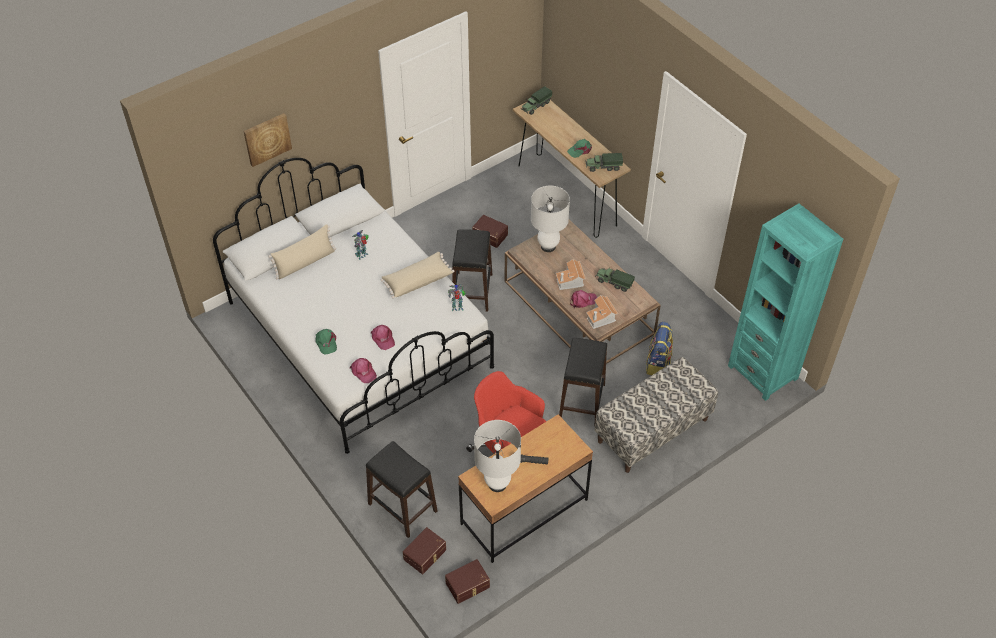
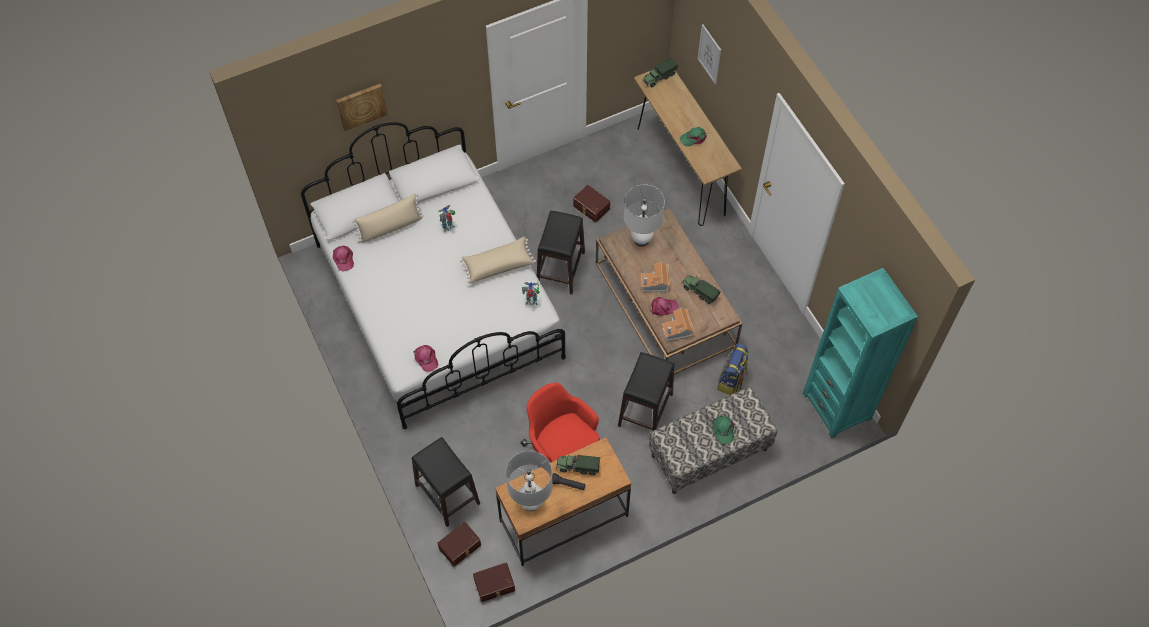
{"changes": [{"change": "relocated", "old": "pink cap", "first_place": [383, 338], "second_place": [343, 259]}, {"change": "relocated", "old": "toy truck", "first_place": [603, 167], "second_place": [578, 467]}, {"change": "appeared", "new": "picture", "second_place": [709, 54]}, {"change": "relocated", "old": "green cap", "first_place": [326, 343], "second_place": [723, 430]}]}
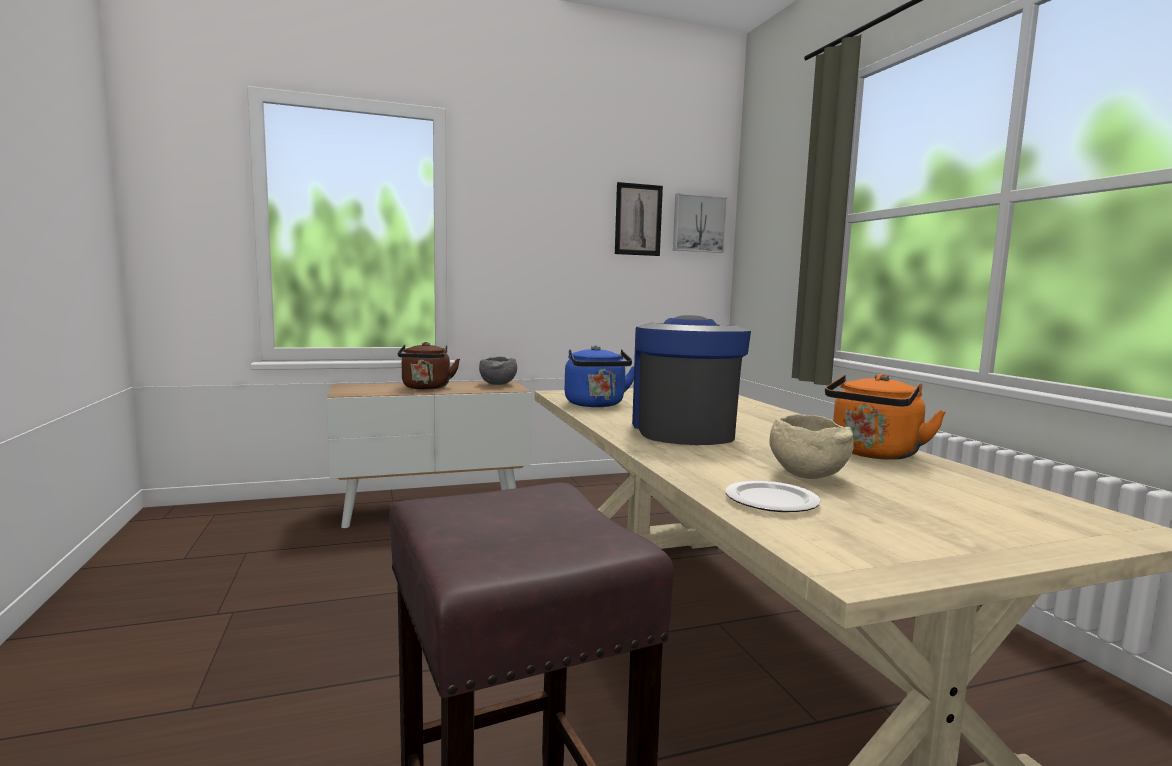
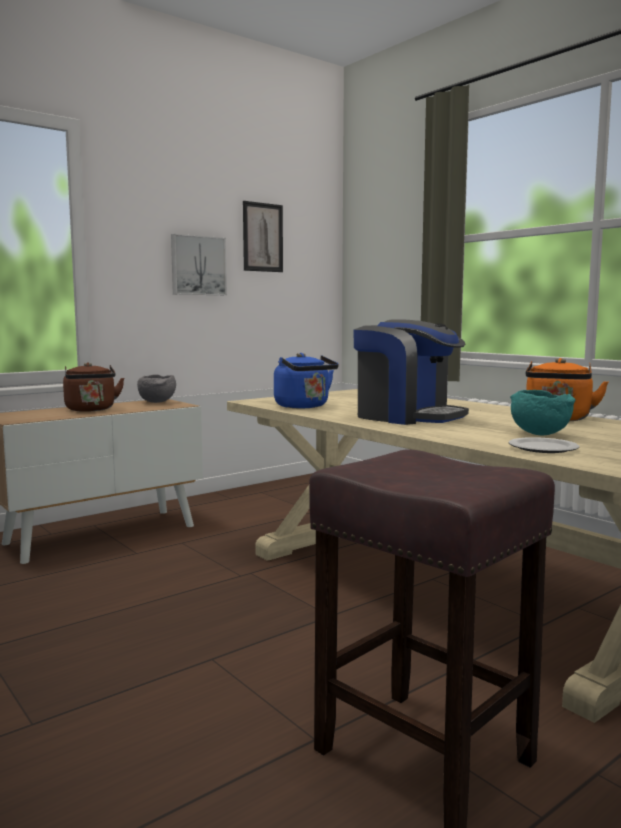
{"changes": [{"change": "relocated", "old": "picture", "first_place": [698, 224], "second_place": [197, 265]}, {"change": "spun", "old": "coffee machine", "first_place": [683, 430], "second_place": [407, 417], "degrees": 150}, {"change": "colour", "old": "beige bowl", "new": "turquoise bowl", "first_place": [805, 475], "second_place": [538, 434]}]}
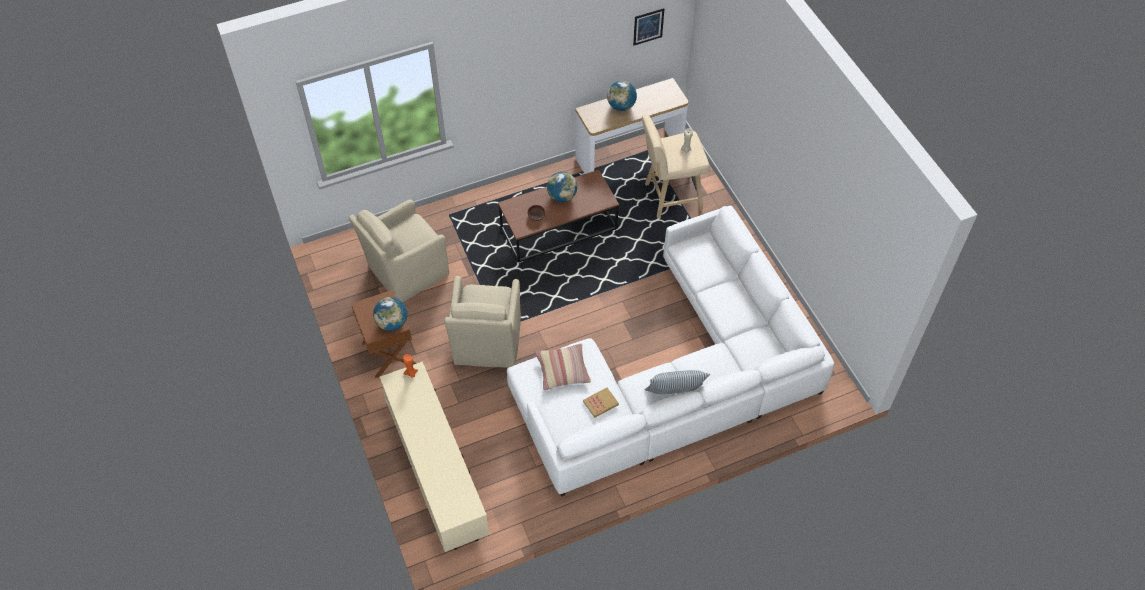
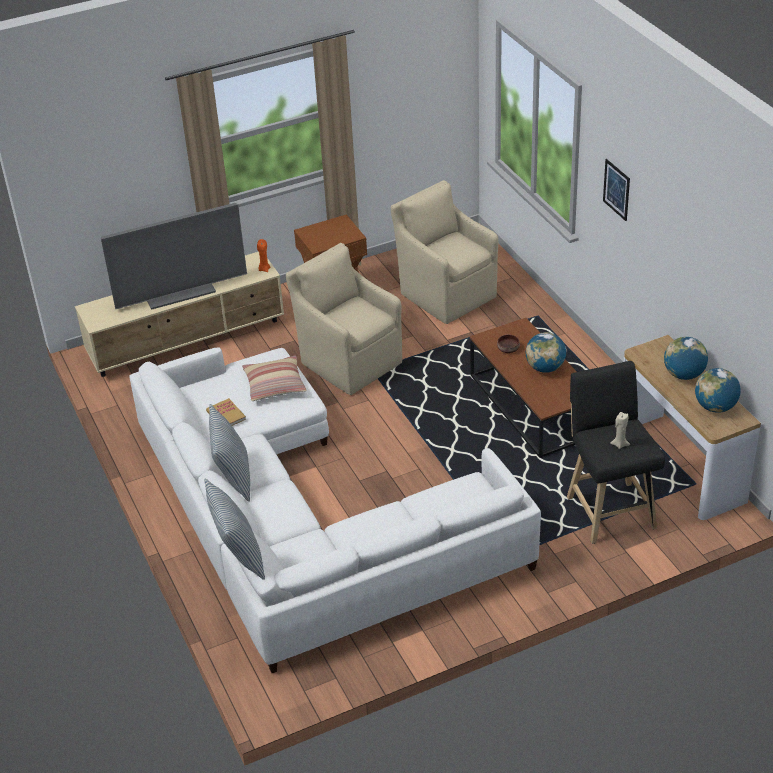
{"changes": [{"change": "appeared", "new": "television", "second_place": [180, 291]}, {"change": "appeared", "new": "pillow", "second_place": [239, 556]}, {"change": "spun", "old": "beige armchair", "first_place": [486, 343], "second_place": [349, 361], "degrees": 45}, {"change": "colour", "old": "beige stool", "new": "black stool", "first_place": [669, 197], "second_place": [609, 509]}, {"change": "relocated", "old": "picture", "first_place": [648, 26], "second_place": [616, 189]}, {"change": "relocated", "old": "globe", "first_place": [392, 323], "second_place": [715, 407]}]}
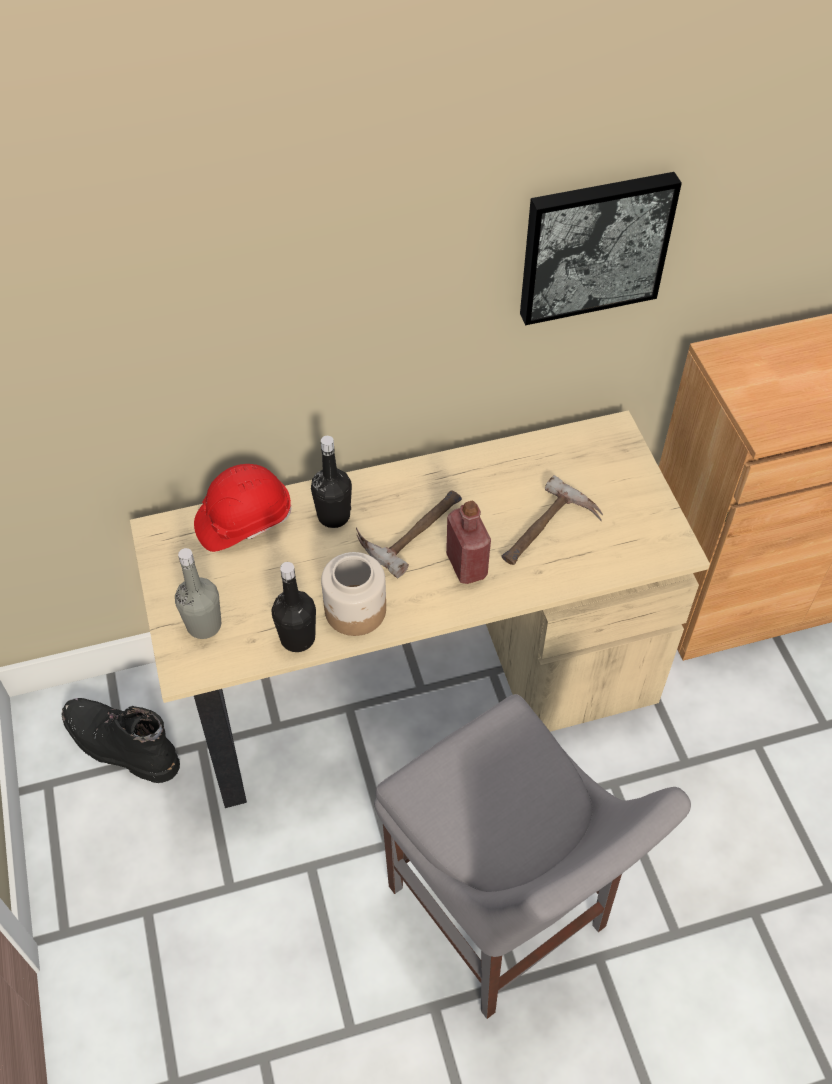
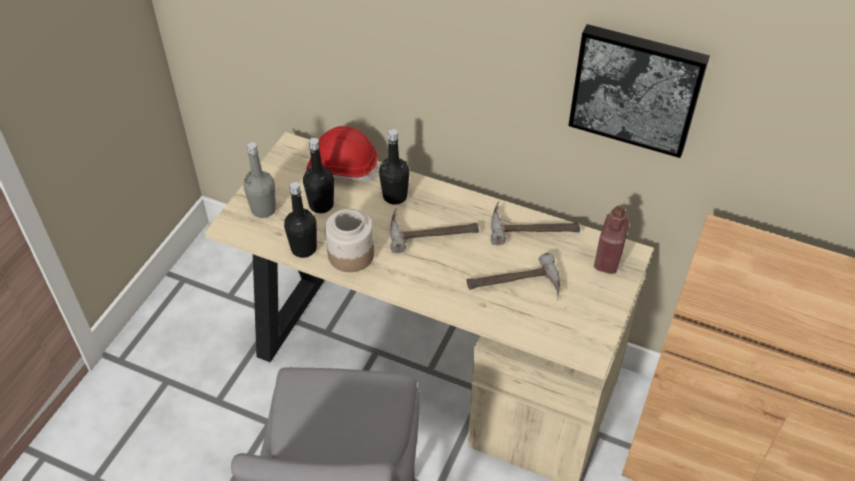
{"changes": [{"change": "appeared", "new": "black bottle", "second_place": [321, 205]}, {"change": "appeared", "new": "hammer", "second_place": [533, 225]}, {"change": "relocated", "old": "red bottle", "first_place": [466, 565], "second_place": [607, 260]}, {"change": "missing", "old": "black boot", "first_place": [119, 744]}]}
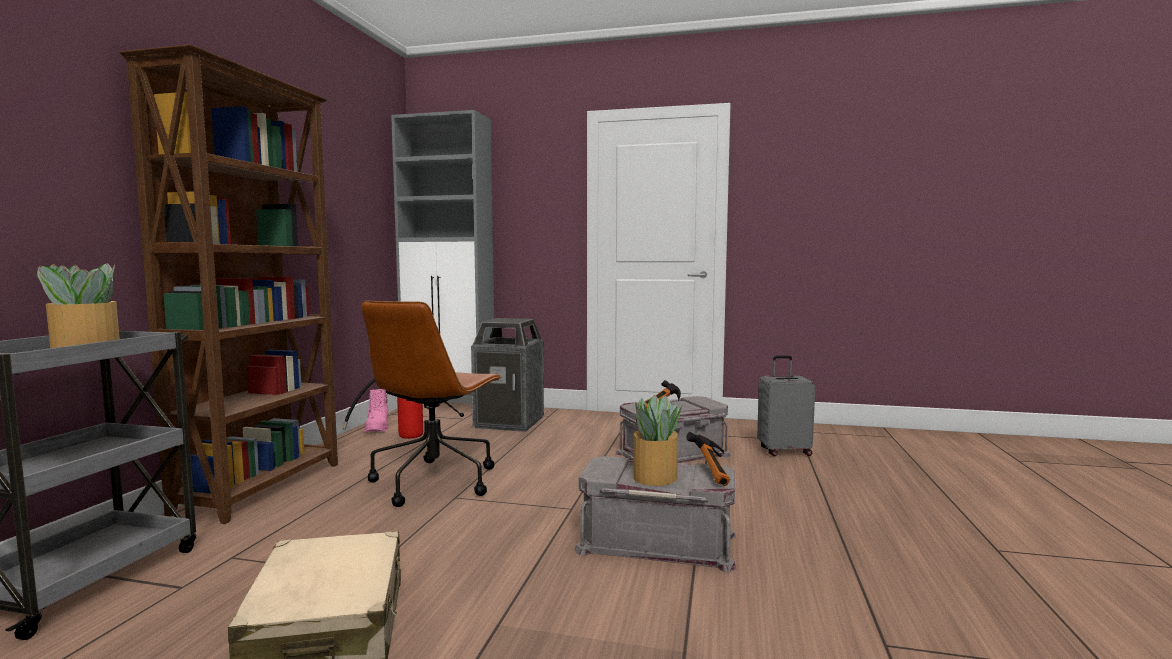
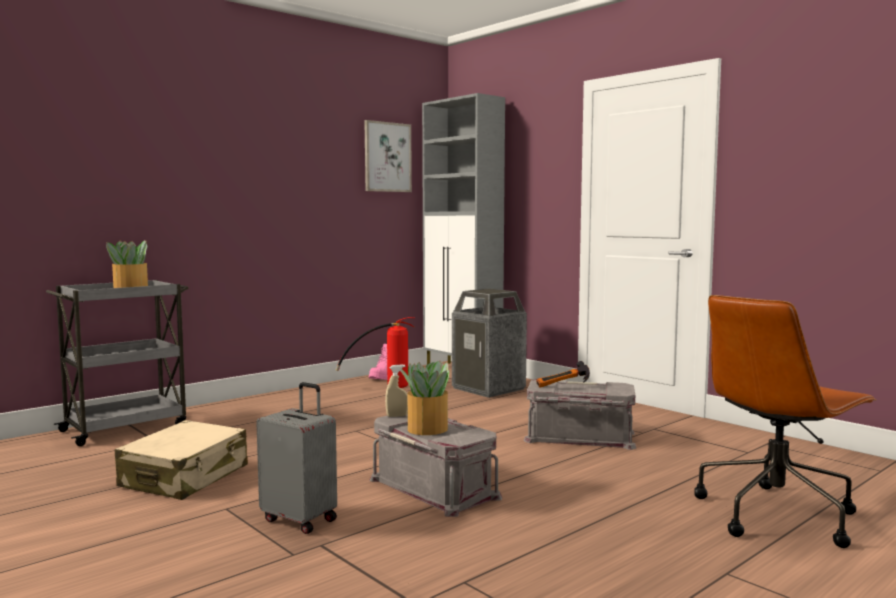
{"changes": [{"change": "relocated", "old": "grey suitcase", "first_place": [784, 451], "second_place": [300, 519]}, {"change": "appeared", "new": "picture", "second_place": [387, 157]}, {"change": "appeared", "new": "beige spray bottle", "second_place": [397, 416]}, {"change": "relocated", "old": "brown office chair", "first_place": [435, 481], "second_place": [776, 514]}, {"change": "missing", "old": "brown bookcase", "first_place": [263, 487]}, {"change": "missing", "old": "hammer", "first_place": [715, 472]}]}
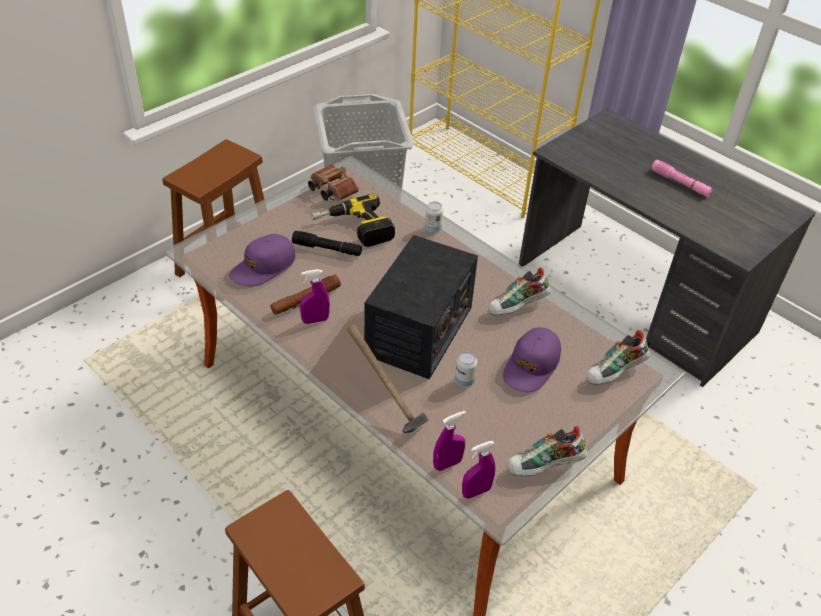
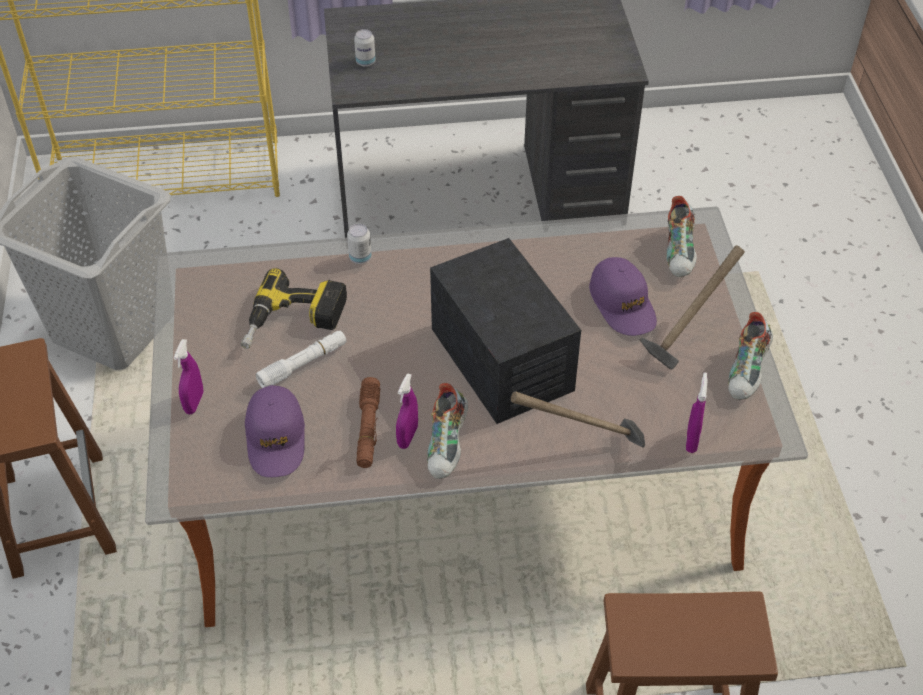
{"changes": [{"change": "relocated", "old": "purple spray bottle", "first_place": [476, 491], "second_place": [194, 402]}, {"change": "colour", "old": "black flashlight", "new": "white flashlight", "first_place": [327, 249], "second_place": [303, 364]}, {"change": "relocated", "old": "can", "first_place": [464, 381], "second_place": [365, 62]}, {"change": "relocated", "old": "shoe", "first_place": [517, 307], "second_place": [448, 445]}, {"change": "appeared", "new": "hammer", "second_place": [686, 335]}, {"change": "missing", "old": "brown binoculars", "first_place": [331, 190]}, {"change": "missing", "old": "pink flashlight", "first_place": [680, 183]}]}
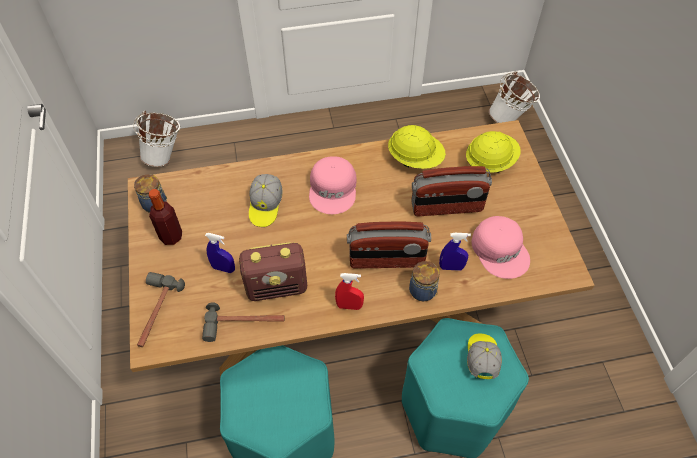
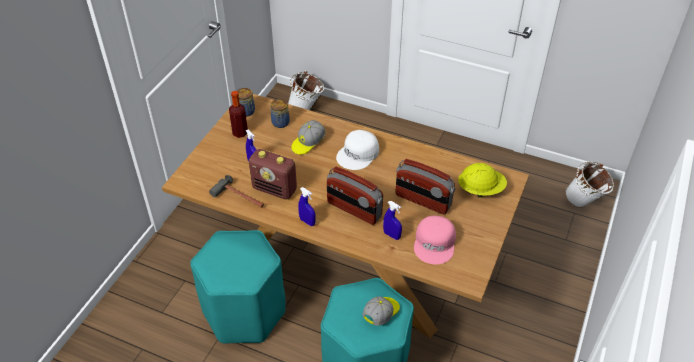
{"changes": [{"change": "relocated", "old": "jar", "first_place": [423, 292], "second_place": [280, 123]}, {"change": "colour", "old": "red spray bottle", "new": "blue spray bottle", "first_place": [349, 306], "second_place": [307, 221]}, {"change": "colour", "old": "pink cap", "new": "white cap", "first_place": [333, 189], "second_place": [358, 154]}, {"change": "missing", "old": "hammer", "first_place": [155, 312]}, {"change": "missing", "old": "yellow hard hat", "first_place": [415, 159]}]}
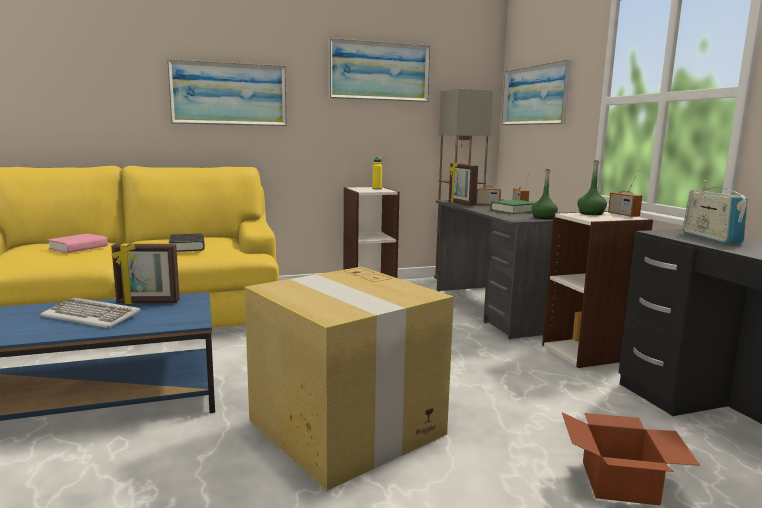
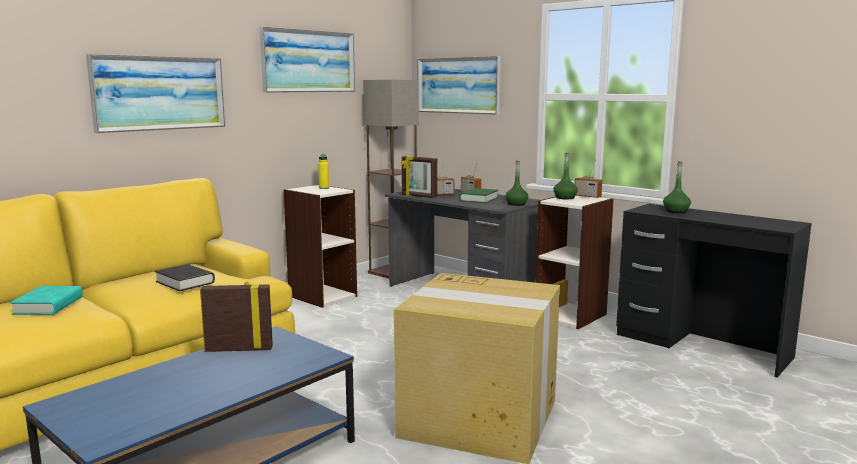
{"changes": [{"change": "colour", "old": "pink book", "new": "turquoise book", "first_place": [78, 248], "second_place": [48, 306]}, {"change": "spun", "old": "picture frame", "first_place": [148, 303], "second_place": [239, 349], "degrees": -150}, {"change": "exchanged", "old": "radio", "new": "green bottle", "first_place": [710, 238], "second_place": [676, 211]}, {"change": "missing", "old": "keyboard", "first_place": [92, 316]}, {"change": "missing", "old": "cardboard box", "first_place": [622, 483]}]}
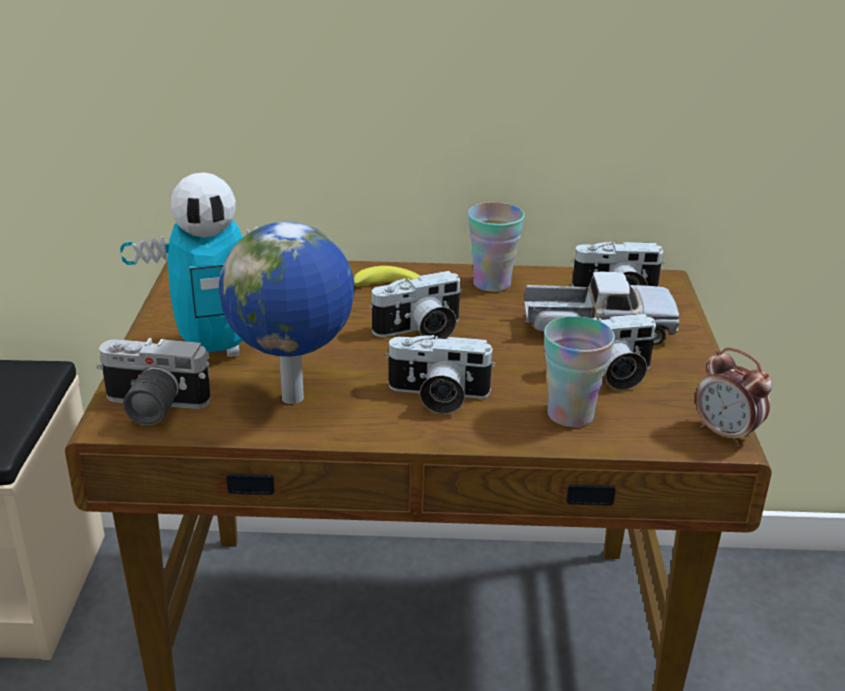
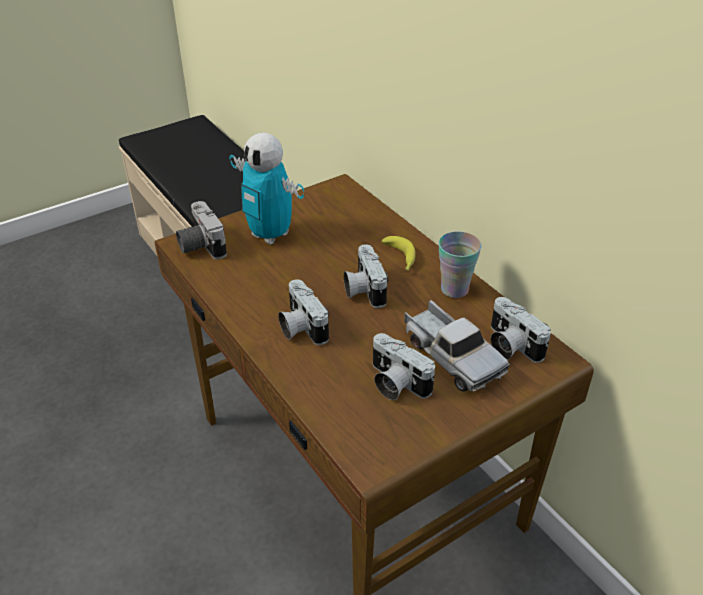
{"changes": [{"change": "spun", "old": "photo camera", "first_place": [420, 332], "second_place": [363, 289], "degrees": 45}, {"change": "missing", "old": "globe", "first_place": [295, 399]}, {"change": "missing", "old": "cup", "first_place": [570, 415]}, {"change": "missing", "old": "alarm clock", "first_place": [726, 434]}]}
